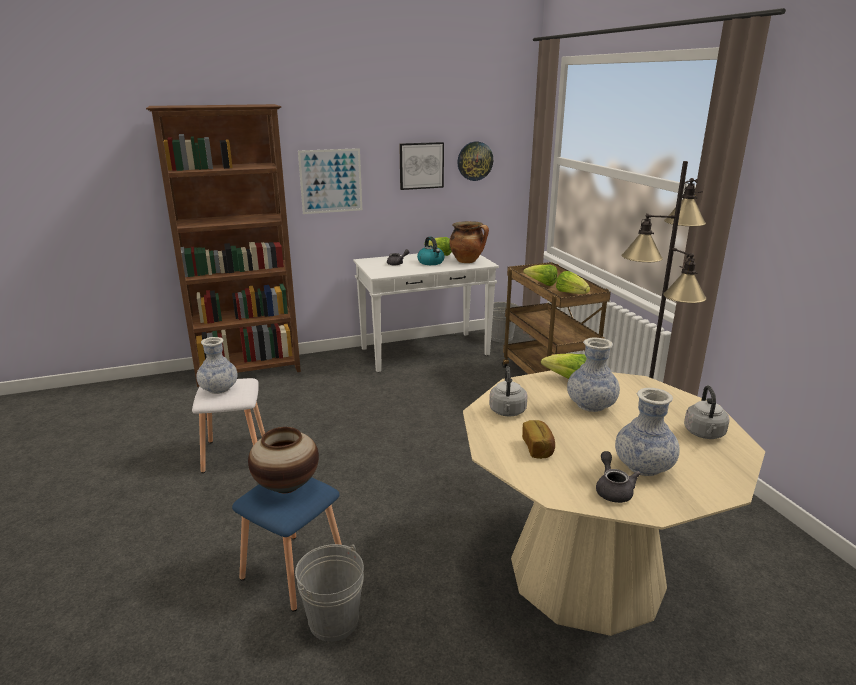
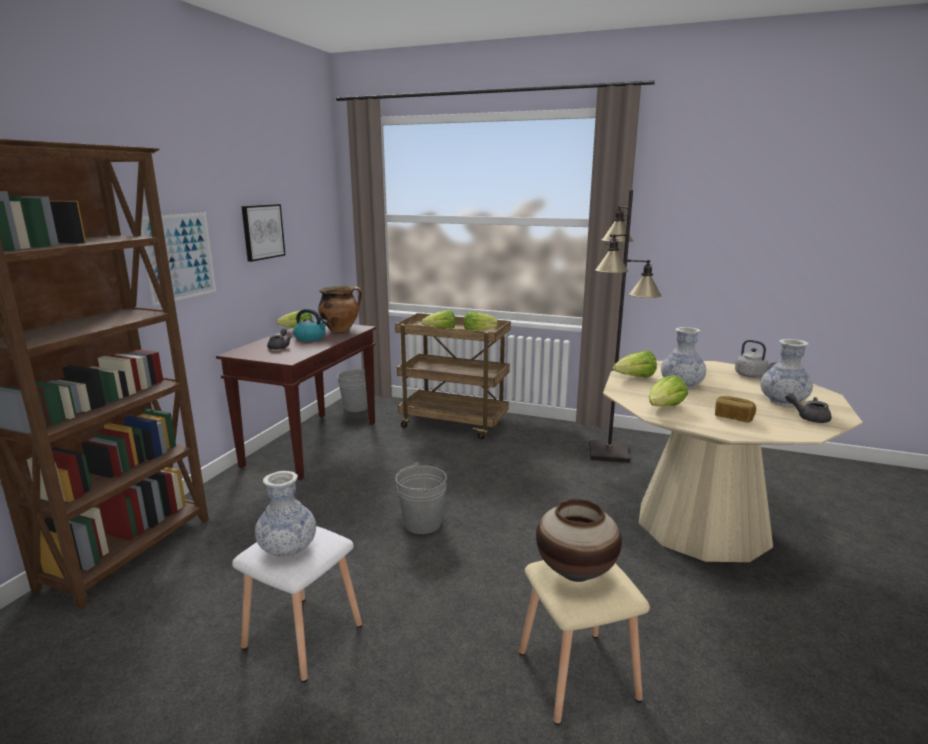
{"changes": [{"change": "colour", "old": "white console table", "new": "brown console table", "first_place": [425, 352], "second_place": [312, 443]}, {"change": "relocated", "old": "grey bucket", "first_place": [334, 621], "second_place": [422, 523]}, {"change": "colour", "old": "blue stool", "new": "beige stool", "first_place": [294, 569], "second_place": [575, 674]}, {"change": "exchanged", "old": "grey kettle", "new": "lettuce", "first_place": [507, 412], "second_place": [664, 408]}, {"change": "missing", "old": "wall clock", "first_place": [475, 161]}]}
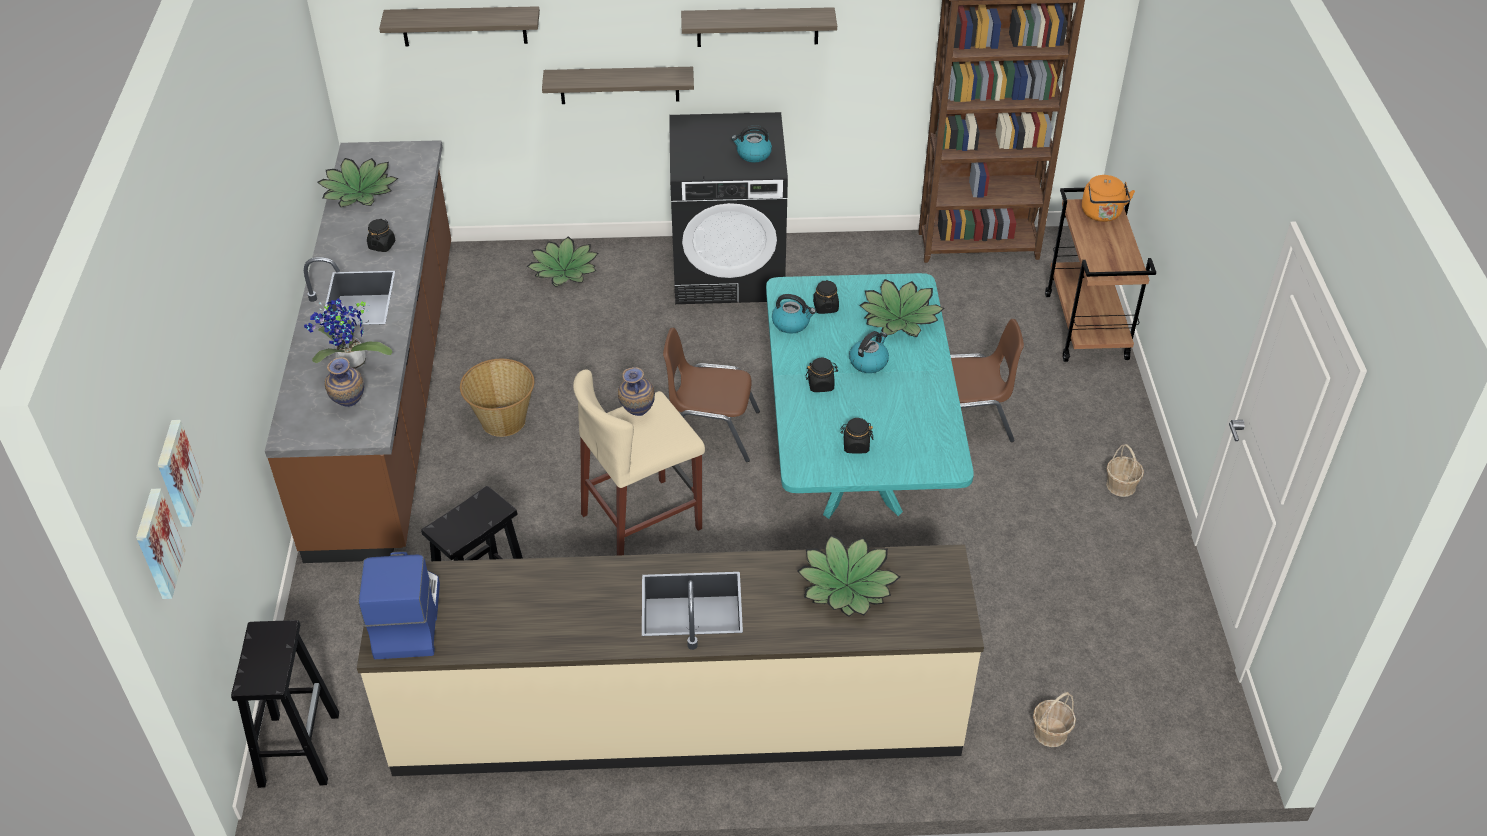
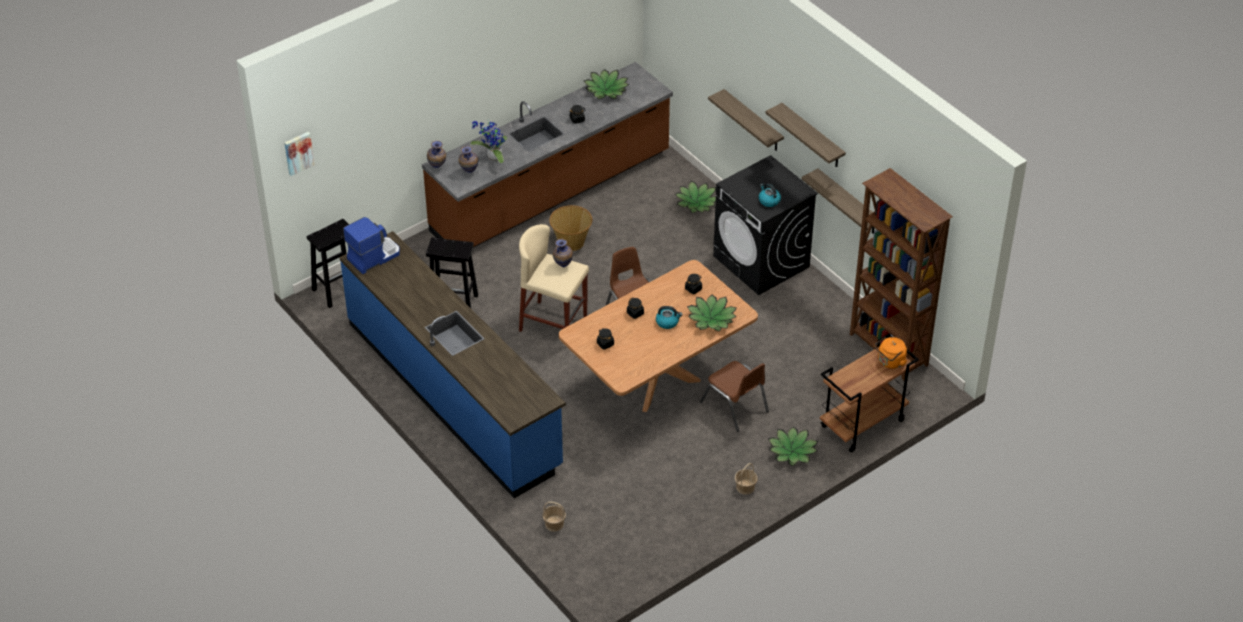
{"changes": [{"change": "colour", "old": "beige counter", "new": "blue counter", "first_place": [677, 715], "second_place": [454, 394]}, {"change": "appeared", "new": "vase", "second_place": [437, 167]}, {"change": "colour", "old": "turquoise dining table", "new": "brown dining table", "first_place": [856, 472], "second_place": [657, 382]}, {"change": "relocated", "old": "potted plant", "first_place": [846, 585], "second_place": [792, 451]}, {"change": "relocated", "old": "shelf", "first_place": [464, 26], "second_place": [848, 203]}, {"change": "missing", "old": "picture", "first_place": [176, 473]}, {"change": "missing", "old": "kettle", "first_place": [791, 323]}]}
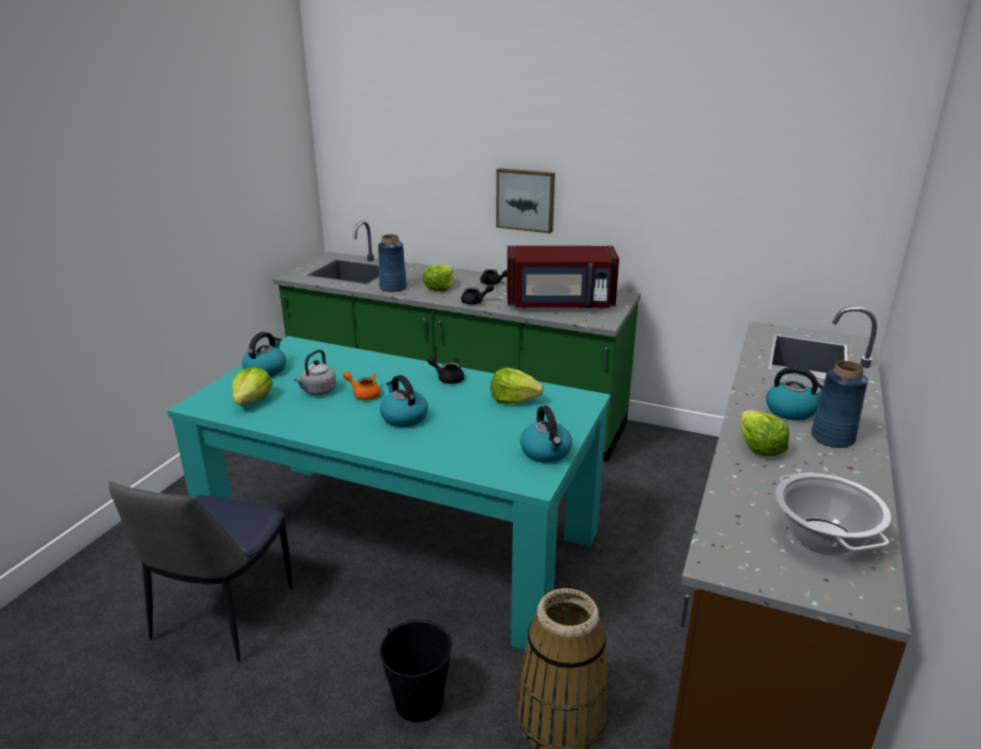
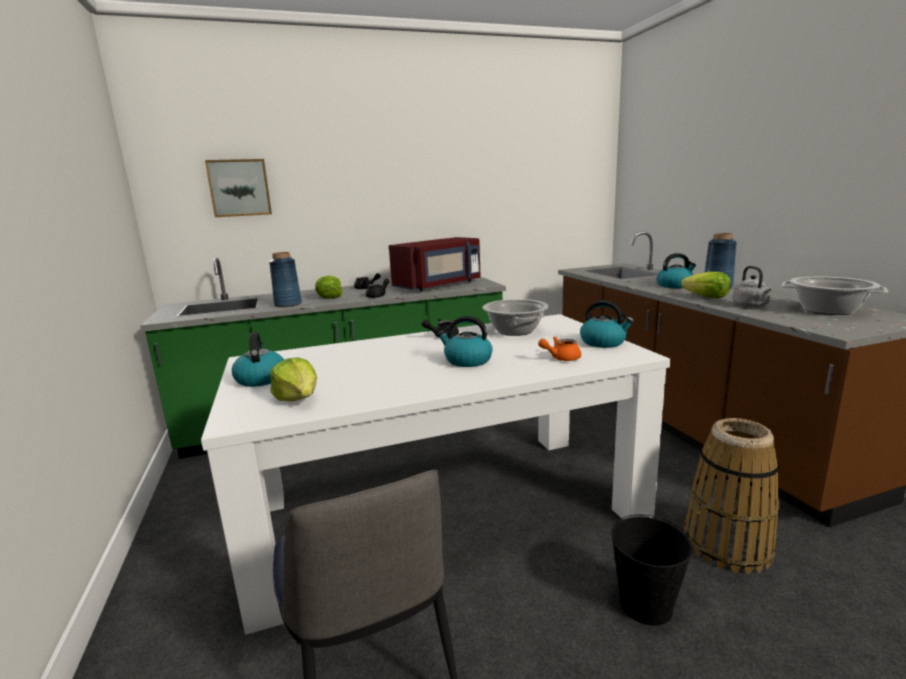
{"changes": [{"change": "colour", "old": "turquoise dining table", "new": "white dining table", "first_place": [402, 540], "second_place": [443, 509]}, {"change": "relocated", "old": "picture", "first_place": [526, 200], "second_place": [239, 188]}, {"change": "exchanged", "old": "lettuce", "new": "cooking pot", "first_place": [514, 399], "second_place": [514, 331]}, {"change": "relocated", "old": "orange teapot", "first_place": [364, 394], "second_place": [561, 358]}, {"change": "relocated", "old": "grey kettle", "first_place": [318, 391], "second_place": [751, 306]}]}
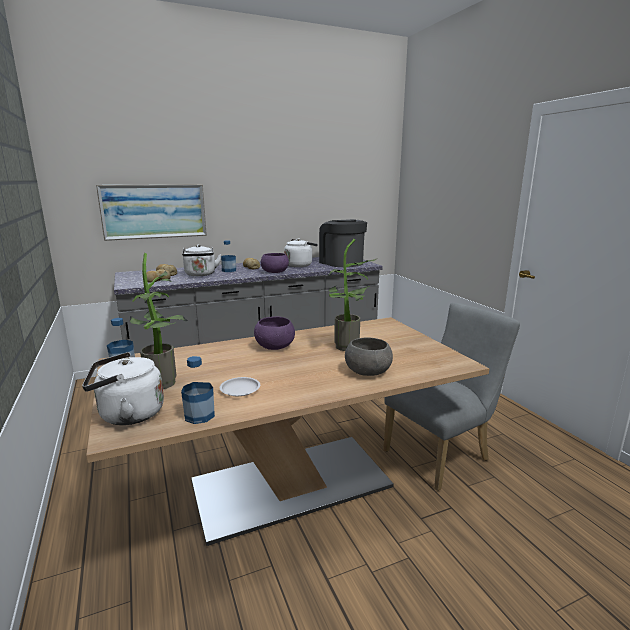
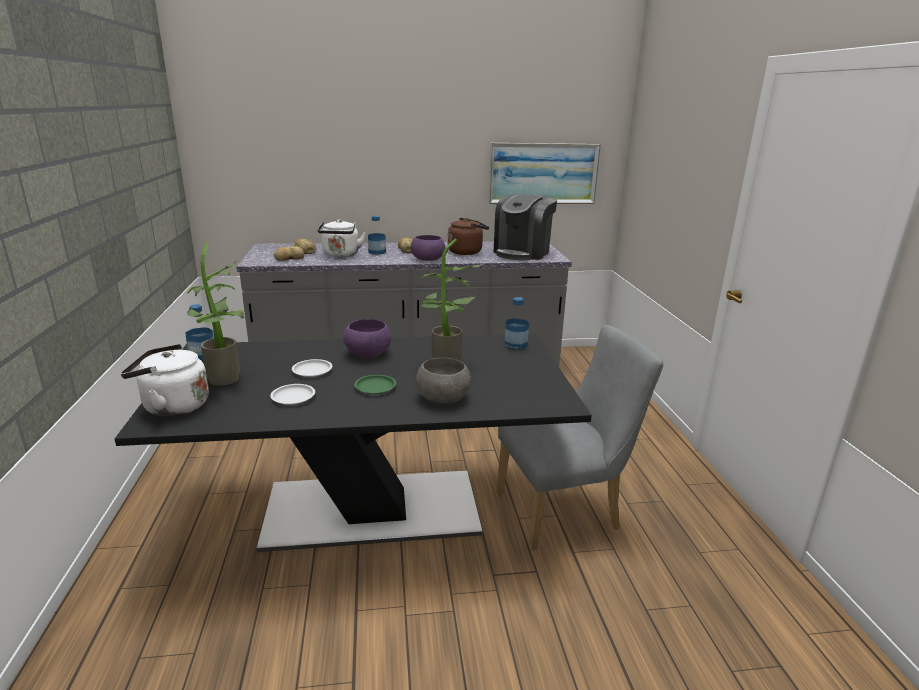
{"changes": [{"change": "colour", "old": "beige dining table", "new": "black dining table", "first_place": [291, 485], "second_place": [372, 510]}, {"change": "appeared", "new": "white plate", "second_place": [312, 371]}, {"change": "appeared", "new": "green plate", "second_place": [375, 387]}, {"change": "colour", "old": "white kettle", "new": "brown kettle", "first_place": [299, 265], "second_place": [467, 252]}, {"change": "relocated", "old": "picture", "first_place": [154, 211], "second_place": [543, 173]}, {"change": "spun", "old": "coffee machine", "first_place": [341, 263], "second_place": [522, 253], "degrees": -135}, {"change": "relocated", "old": "bottle", "first_place": [199, 415], "second_place": [515, 344]}]}
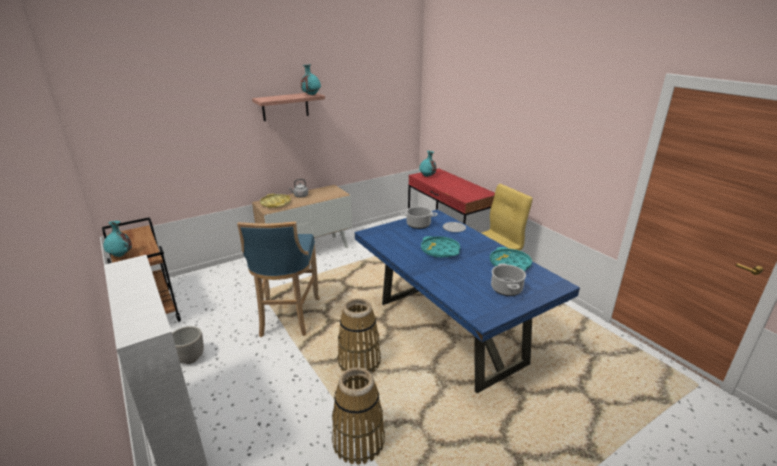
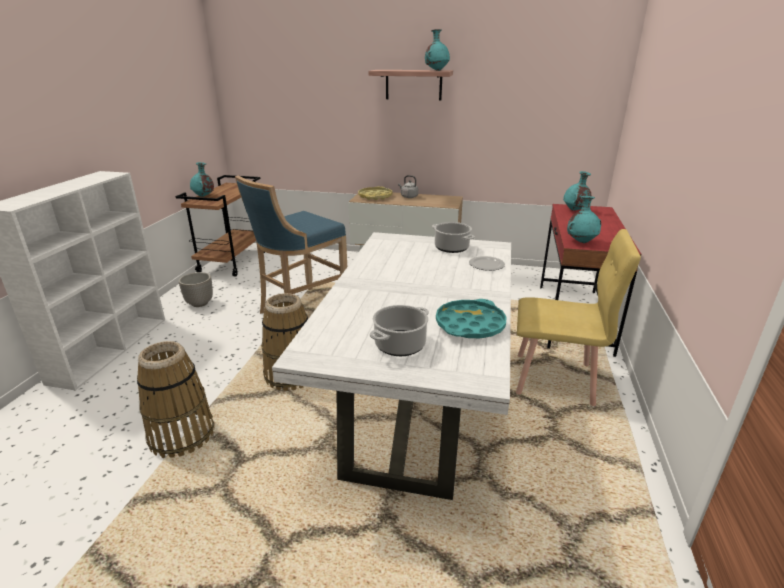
{"changes": [{"change": "colour", "old": "blue dining table", "new": "white dining table", "first_place": [448, 331], "second_place": [416, 402]}, {"change": "appeared", "new": "turquoise vase", "second_place": [581, 242]}, {"change": "missing", "old": "turquoise tray", "first_place": [440, 250]}]}
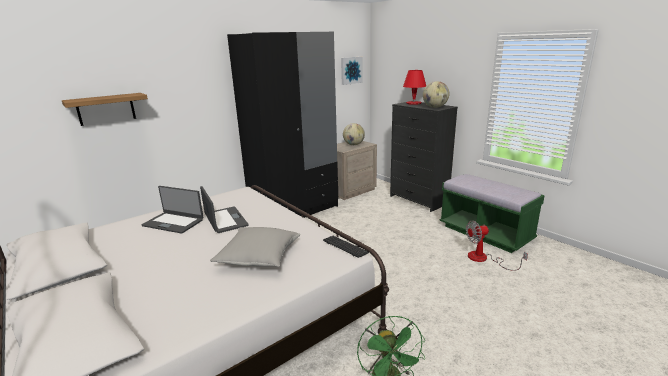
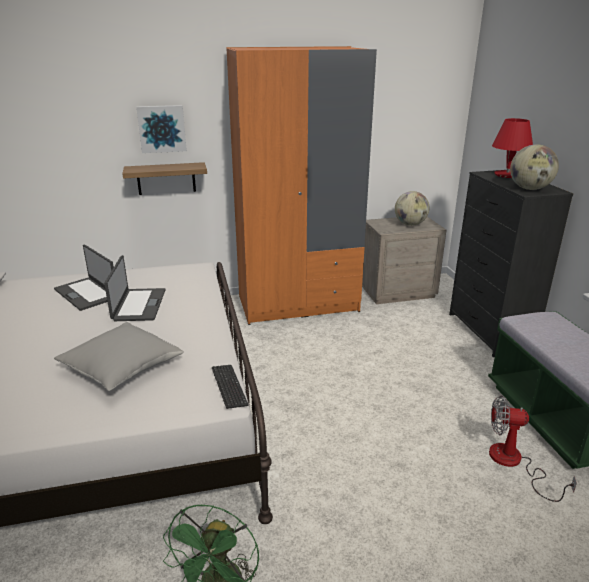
{"changes": [{"change": "relocated", "old": "shelf", "first_place": [106, 109], "second_place": [166, 178]}, {"change": "relocated", "old": "picture", "first_place": [351, 70], "second_place": [162, 128]}, {"change": "colour", "old": "black wardrobe", "new": "orange wardrobe", "first_place": [294, 210], "second_place": [298, 303]}]}
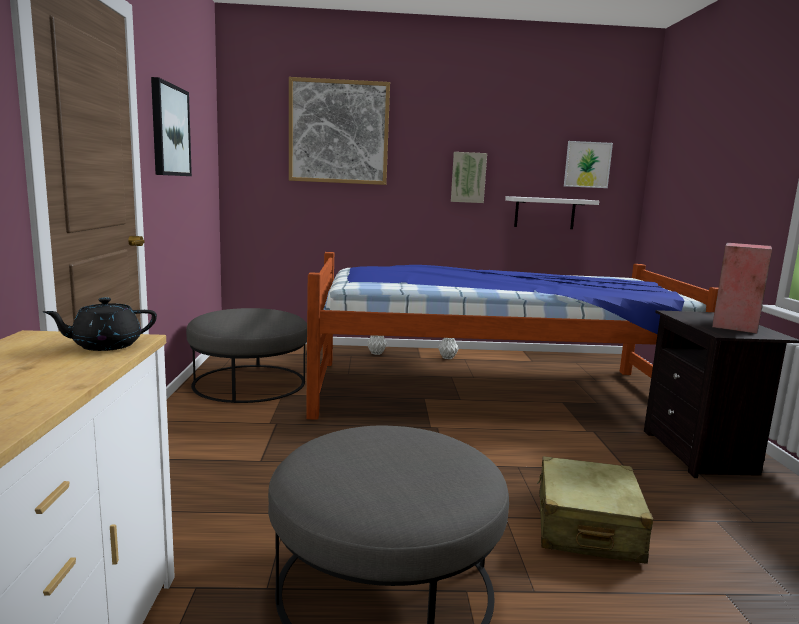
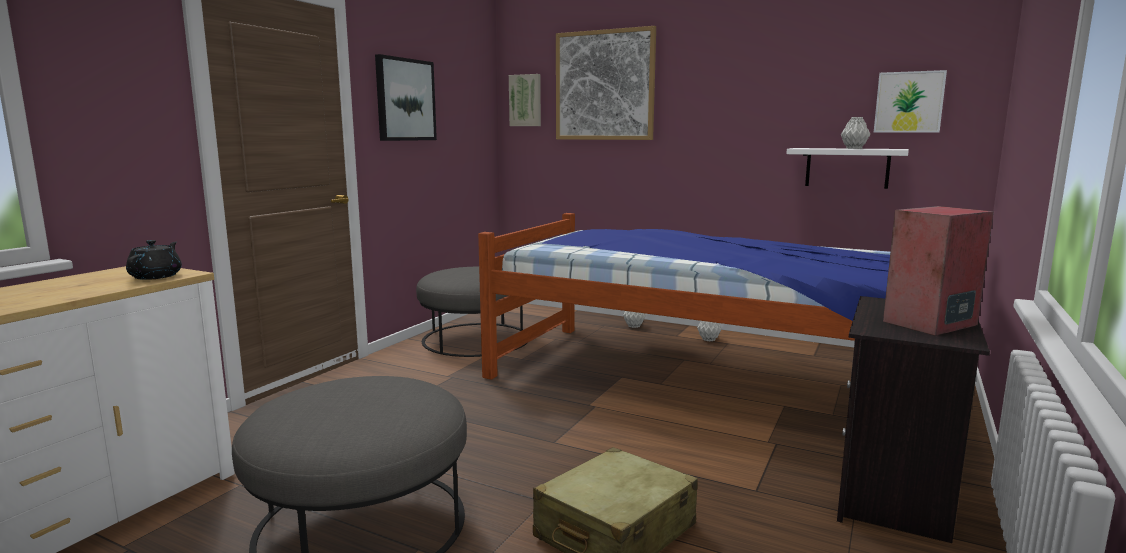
{"changes": [{"change": "spun", "old": "black teapot", "first_place": [105, 345], "second_place": [157, 276], "degrees": 90}, {"change": "relocated", "old": "picture", "first_place": [468, 177], "second_place": [525, 100]}, {"change": "appeared", "new": "grey vase", "second_place": [854, 148]}]}
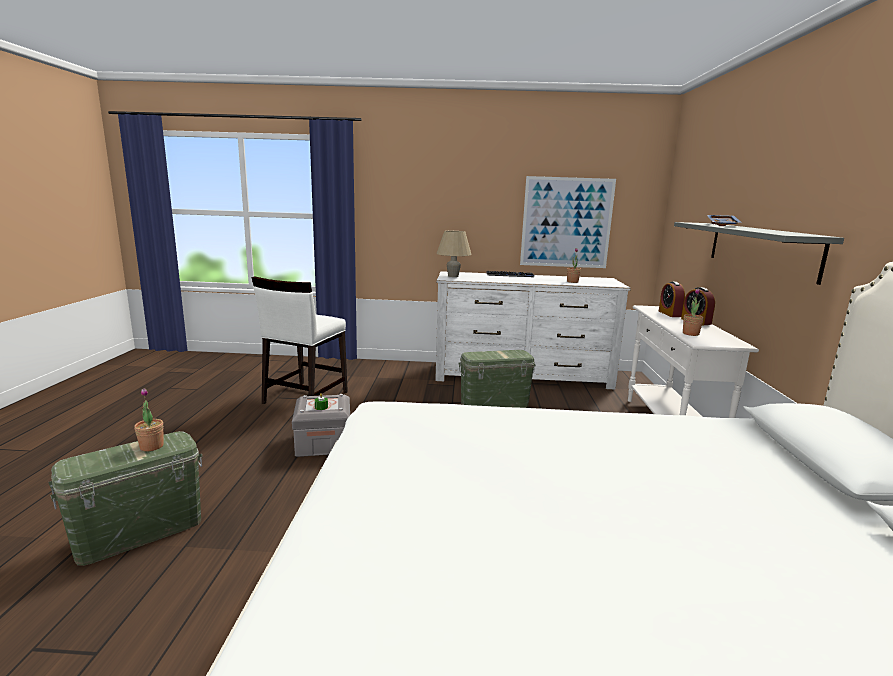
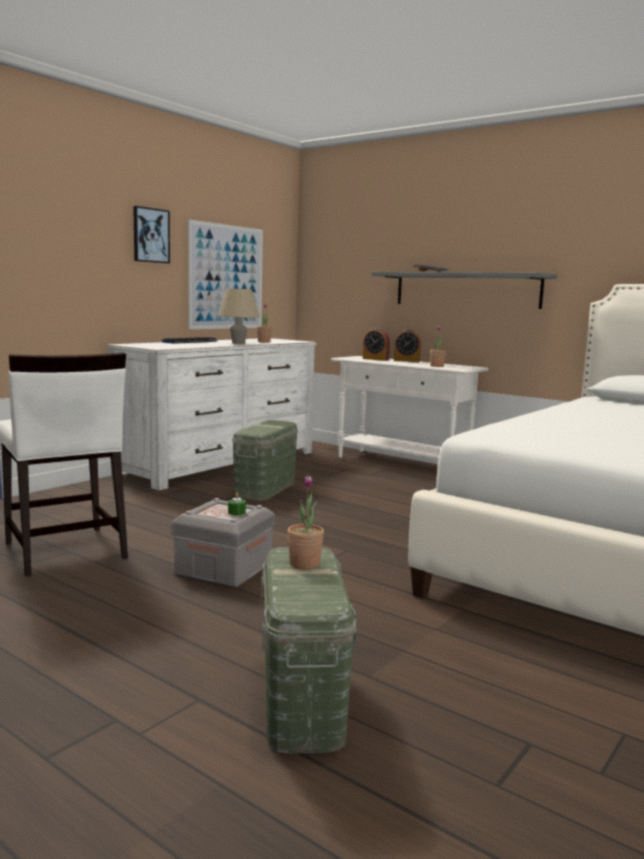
{"changes": [{"change": "appeared", "new": "picture", "second_place": [150, 235]}, {"change": "relocated", "old": "beige table lamp", "first_place": [453, 276], "second_place": [238, 343]}]}
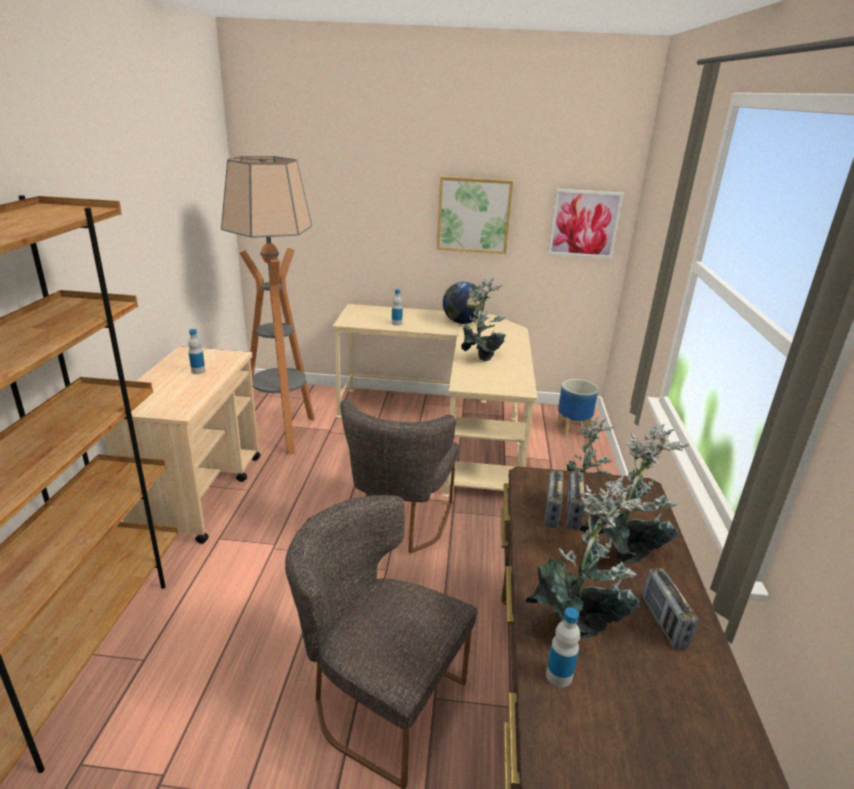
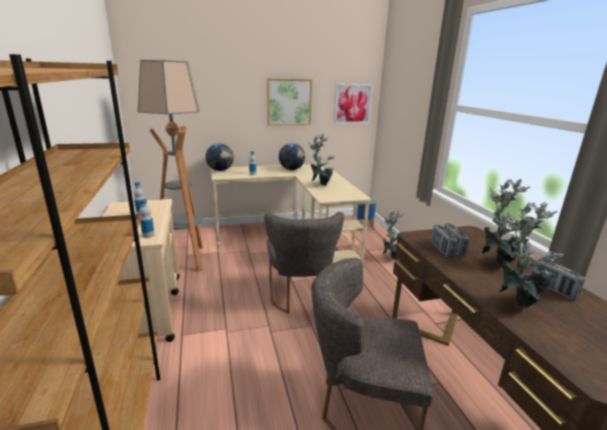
{"changes": [{"change": "relocated", "old": "bottle", "first_place": [559, 675], "second_place": [148, 235]}, {"change": "appeared", "new": "globe", "second_place": [220, 170]}]}
